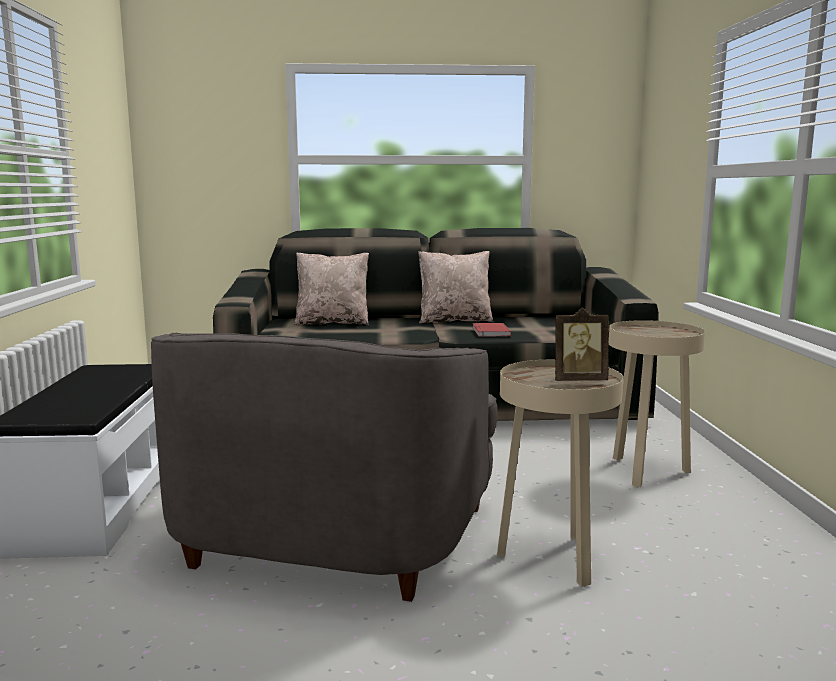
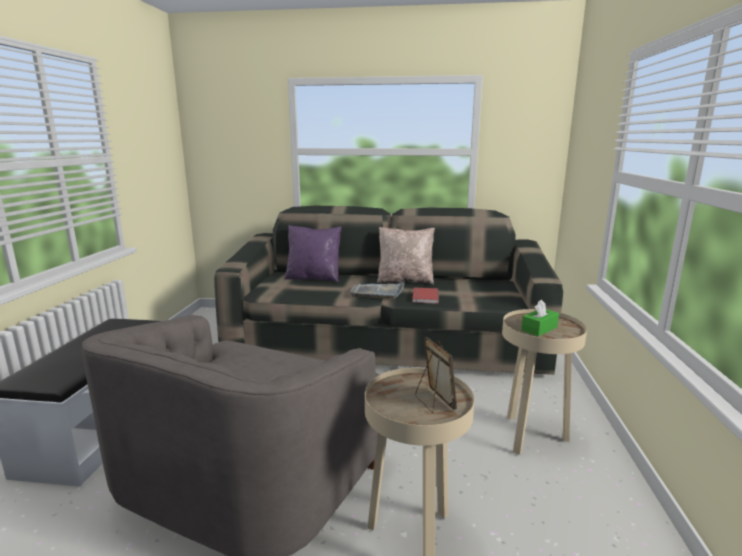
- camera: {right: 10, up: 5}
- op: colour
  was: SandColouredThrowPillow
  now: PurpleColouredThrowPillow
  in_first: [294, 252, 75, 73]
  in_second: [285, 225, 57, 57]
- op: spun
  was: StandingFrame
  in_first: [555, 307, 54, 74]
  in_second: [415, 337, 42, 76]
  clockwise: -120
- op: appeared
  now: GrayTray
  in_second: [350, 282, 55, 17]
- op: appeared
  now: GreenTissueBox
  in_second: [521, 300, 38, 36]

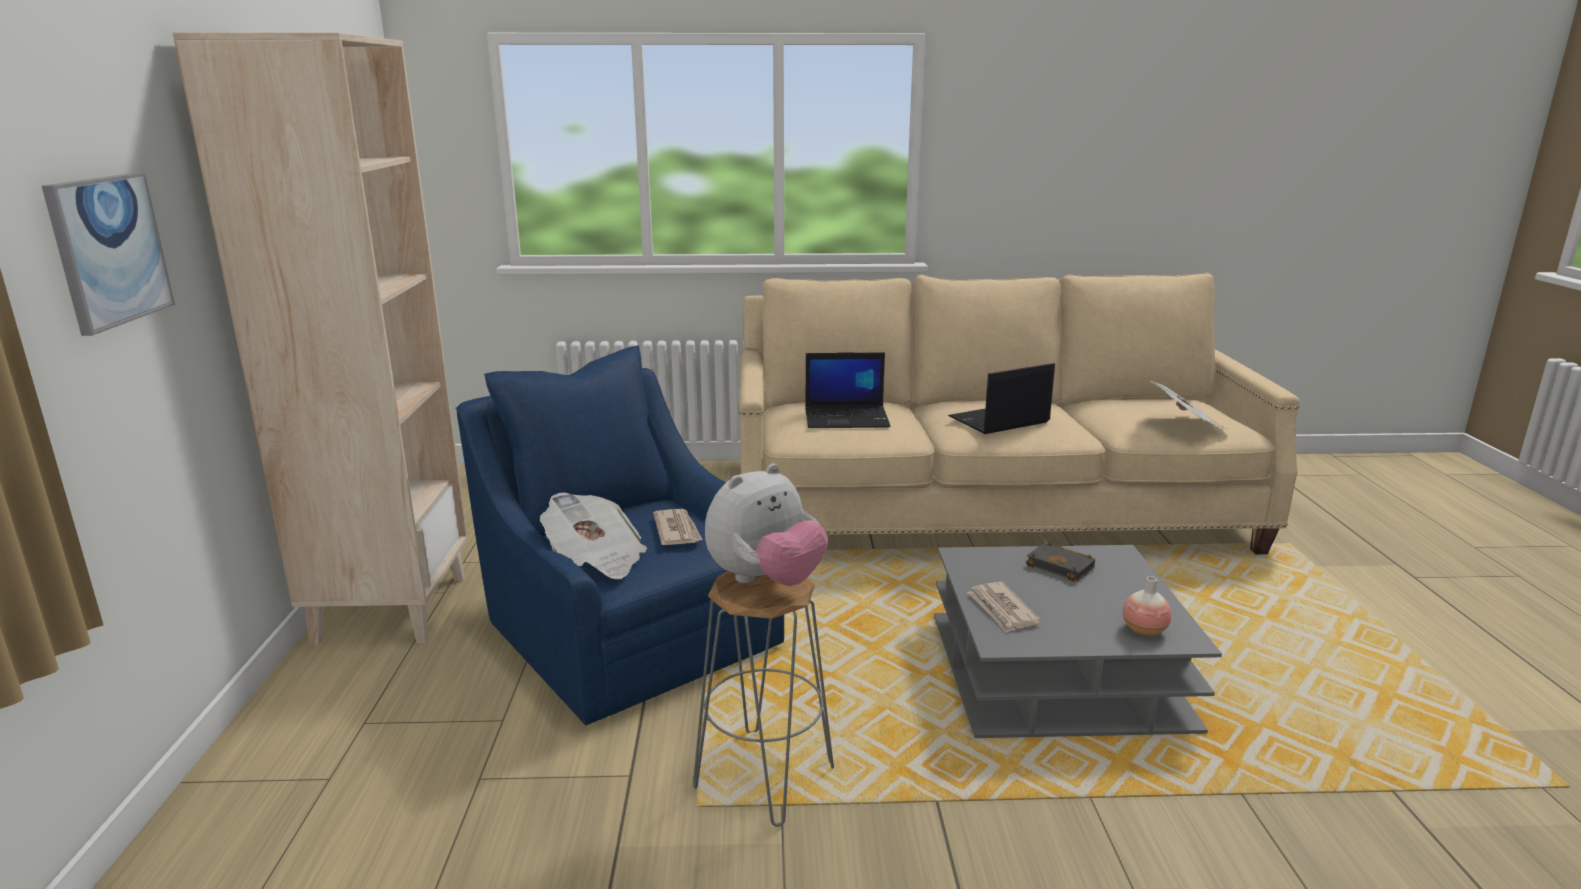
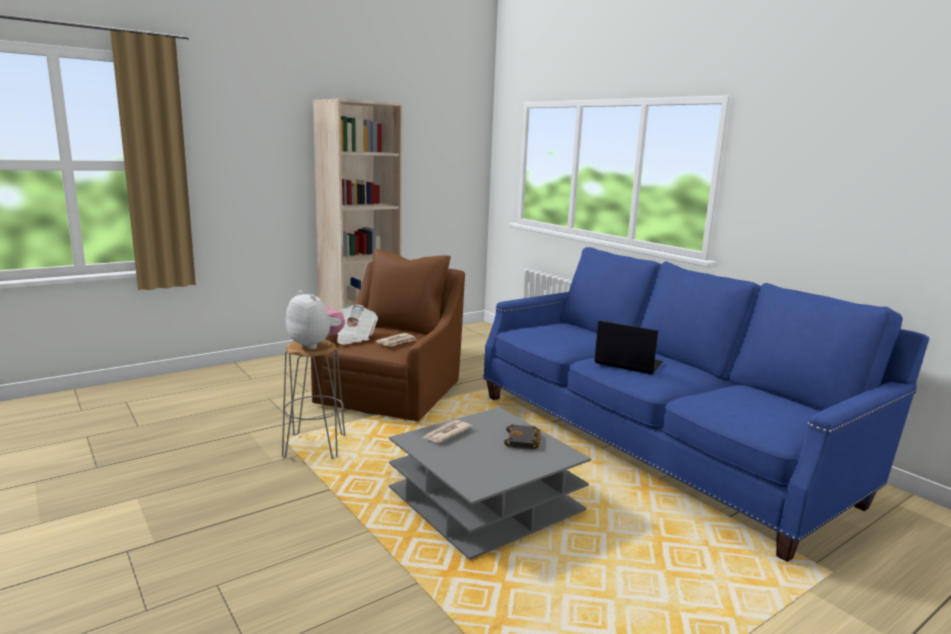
- camera: {right: 55, up: -5}
- op: missing
  was: WallArt
  in_first: [42, 173, 133, 163]
- op: colour
  was: BluishEasyChair
  now: BrownishEasyChair
  in_first: [456, 345, 328, 381]
  in_second: [311, 249, 154, 172]
- op: spun
  was: CuddlyToy
  in_first: [705, 463, 123, 123]
  in_second: [286, 290, 59, 59]
  clockwise: -150
- op: colour
  was: SandColouredSofa
  now: BluishSofa
  in_first: [738, 272, 562, 282]
  in_second: [483, 247, 446, 315]
- op: missing
  was: Laptop
  in_first: [805, 352, 85, 76]
- op: missing
  was: DecorativeVase
  in_first: [1123, 576, 48, 60]
- op: missing
  was: DailyPaper
  in_first: [1148, 380, 79, 49]

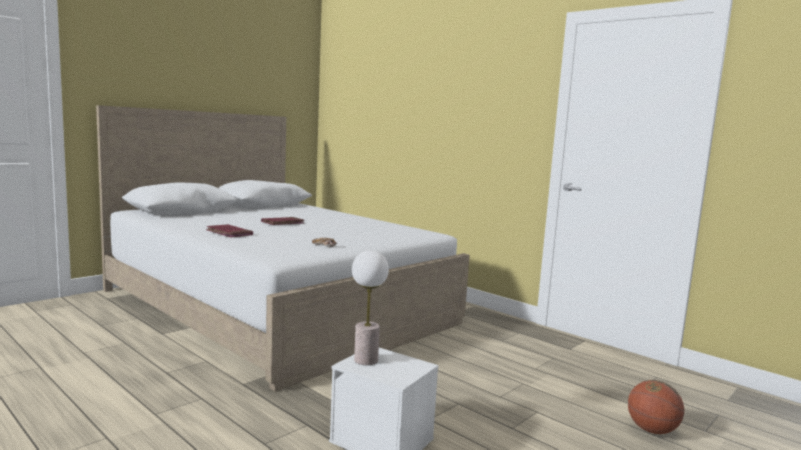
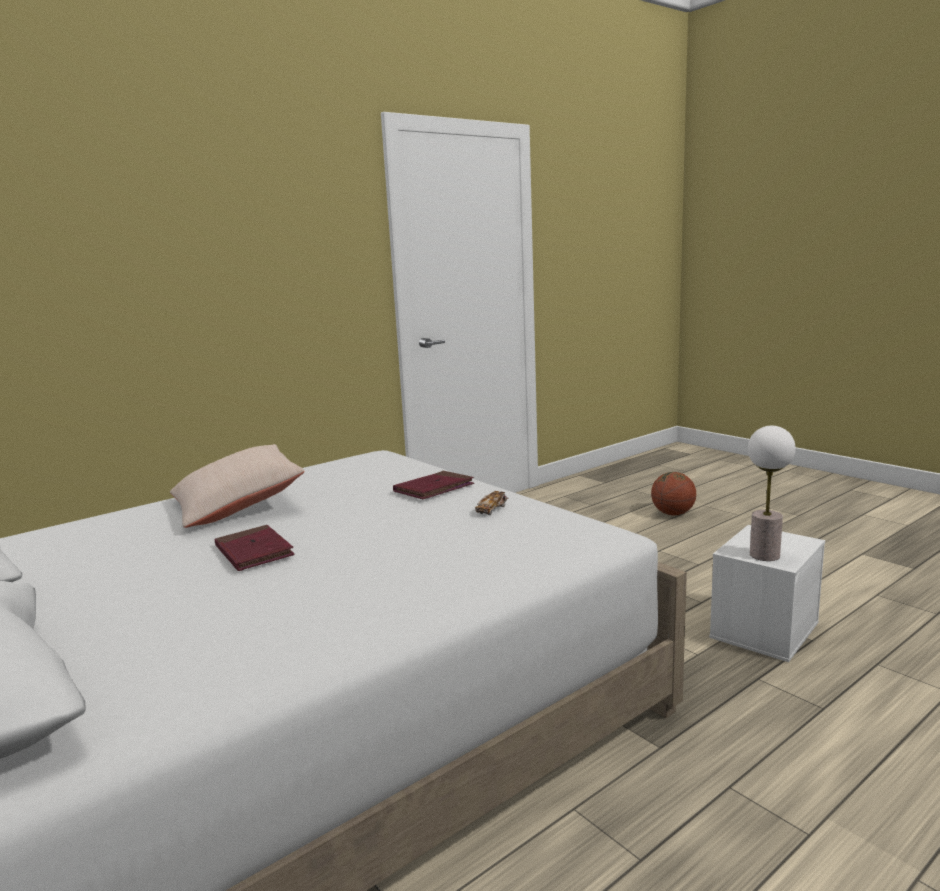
- camera: {right: -80, up: 5}
- op: relocated
  was: RedBoundBook
  in_first: [206, 224, 47, 14]
  in_second: [393, 471, 81, 28]
- op: appeared
  now: SandColouredThrowPillow
  in_second: [170, 444, 135, 84]

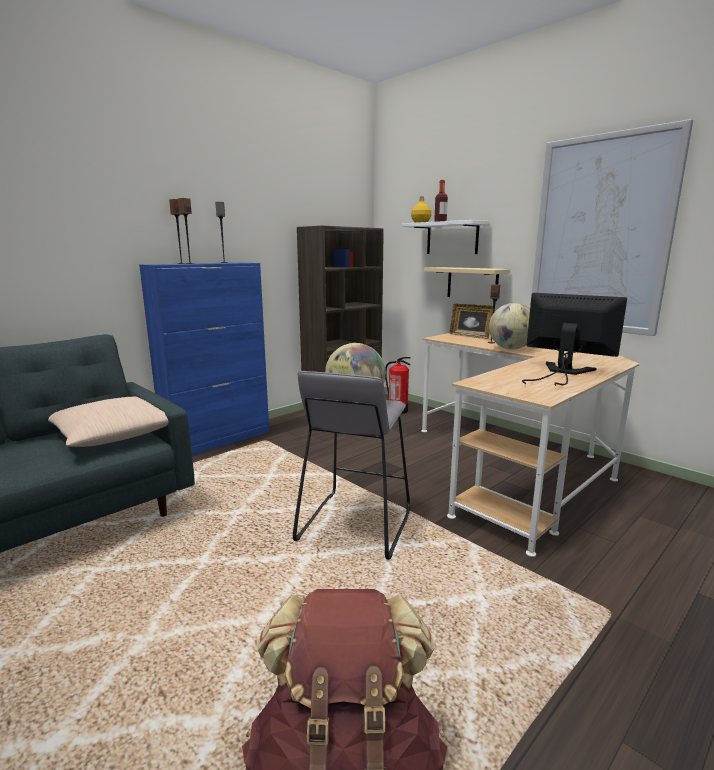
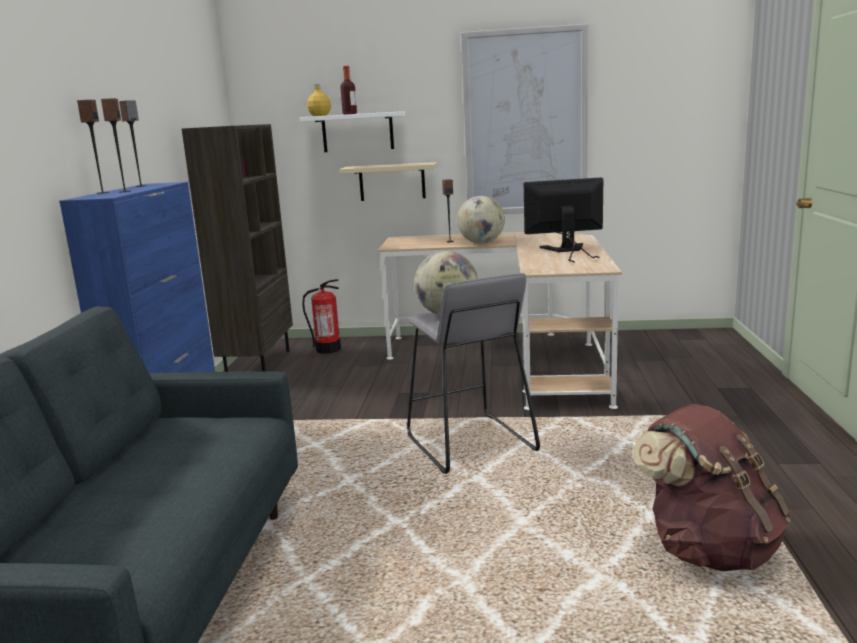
- camera: {right: -40, up: 0}
- op: missing
  was: SandColouredThrowPillow
  in_first: [48, 397, 121, 50]
- op: missing
  was: StandingFrame
  in_first: [449, 304, 44, 35]

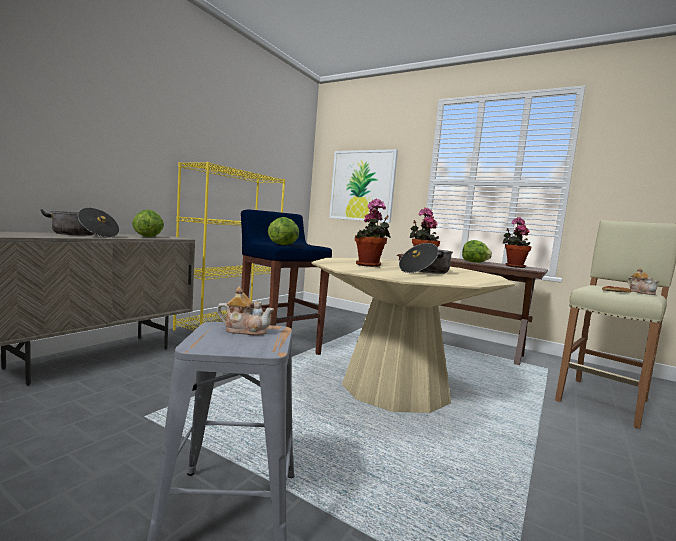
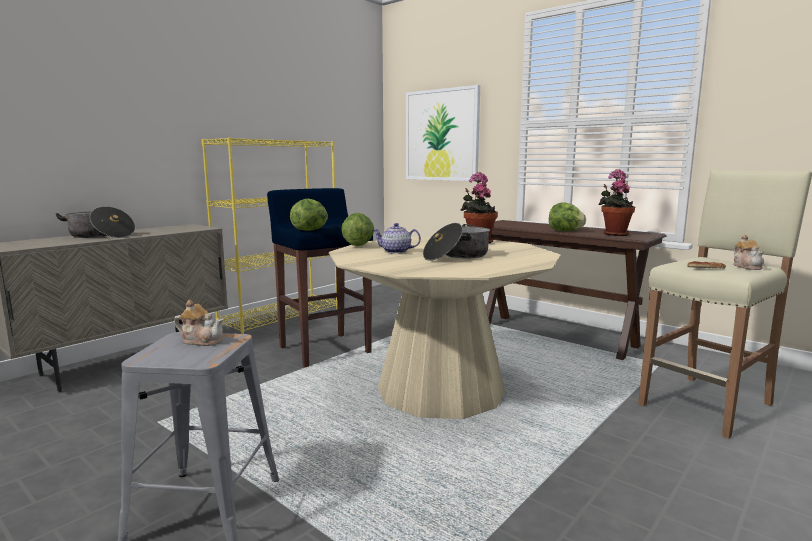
- camera: {right: 10, up: 5}
- op: relocated
  was: Lettuce
  in_first: [132, 210, 32, 27]
  in_second: [341, 212, 33, 34]
- op: exchanged
  was: PottedPlant
  now: TeaPot
  in_first: [355, 199, 36, 68]
  in_second: [373, 223, 48, 31]

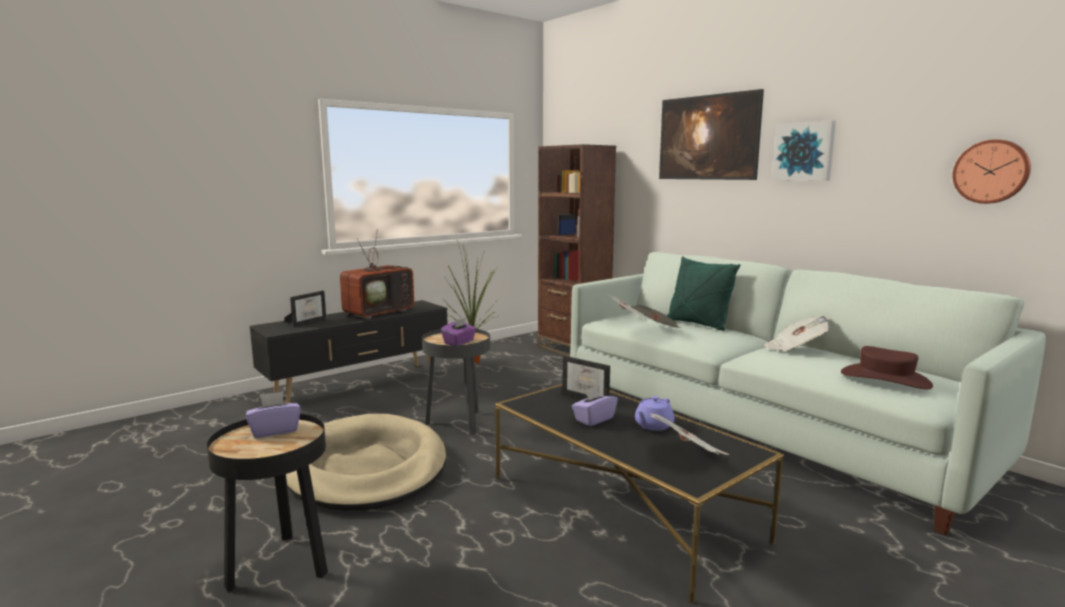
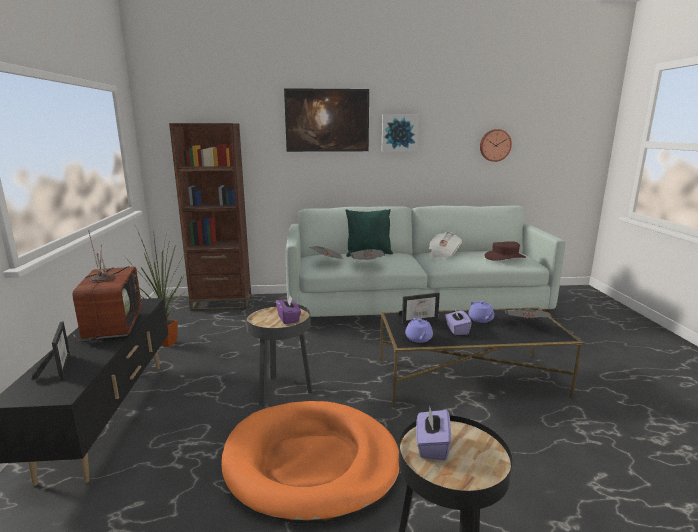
- camera: {right: -55, up: 5}
- op: colour
  was: SandColouredPetBed
  now: OrangePetBed
  in_first: [286, 414, 160, 97]
  in_second: [221, 401, 179, 122]
- op: appeared
  now: PurpleColouredTeaPot
  in_second: [405, 318, 28, 25]

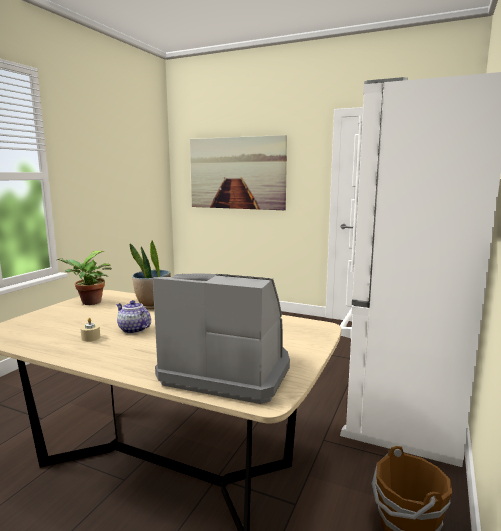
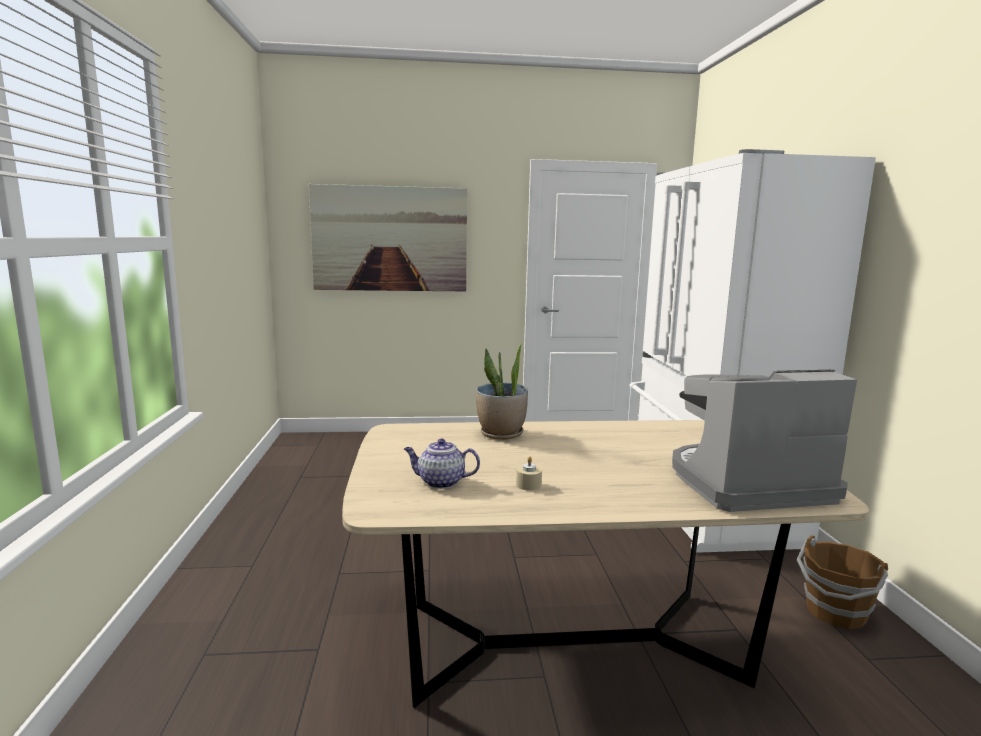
- camera: {right: -30, up: 0}
- op: missing
  was: PottedPlant
  in_first: [57, 251, 55, 54]
- op: relocated
  was: TeaPot
  in_first: [116, 300, 35, 34]
  in_second: [404, 439, 76, 50]

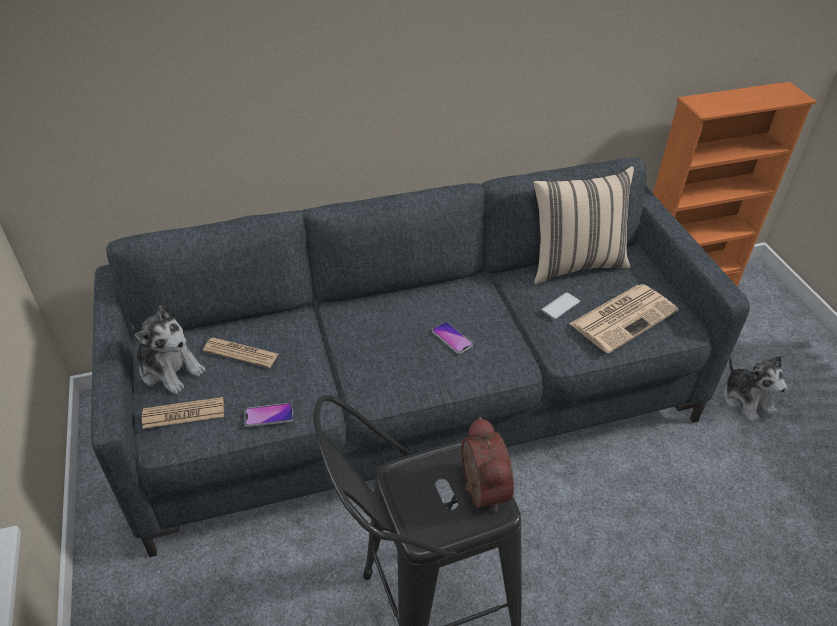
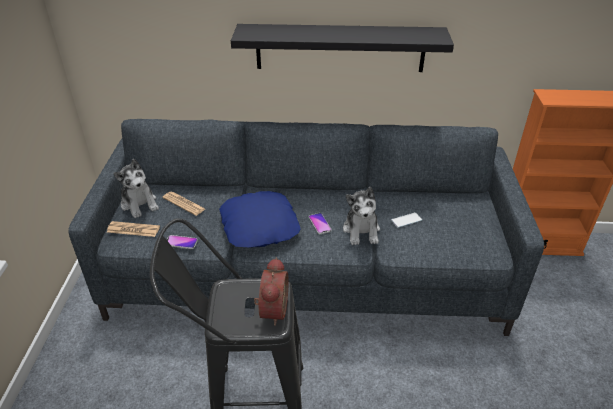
- camera: {right: 20, up: -5}
- op: missing
  was: SandColouredThrowPillow
  in_first: [533, 166, 101, 119]
- op: missing
  was: DailyPaper
  in_first: [569, 284, 109, 69]
- op: relocated
  was: CuddlyToy
  in_first: [724, 355, 63, 68]
  in_second: [343, 187, 37, 58]
- op: appeared
  now: BluishThrowPillow
  in_second: [219, 191, 81, 56]
- op: appeared
  now: BlackishShelf
  in_second: [231, 24, 223, 48]

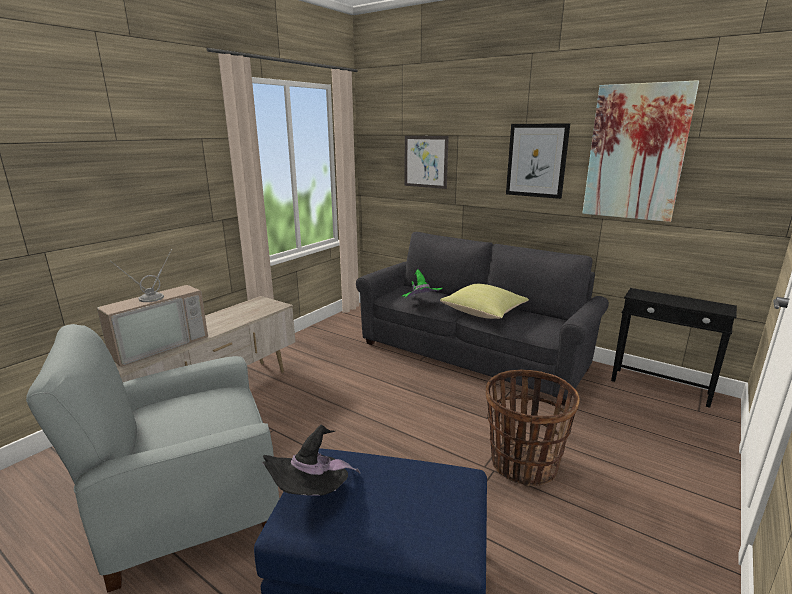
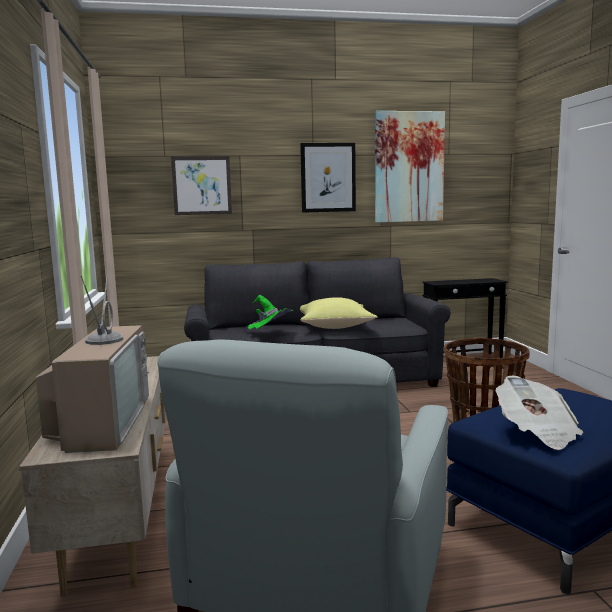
- camera: {right: -45, up: -10}
- op: exchanged
  was: BlackishWearableHat
  now: DailyPaper
  in_first: [262, 425, 98, 71]
  in_second: [495, 376, 88, 74]

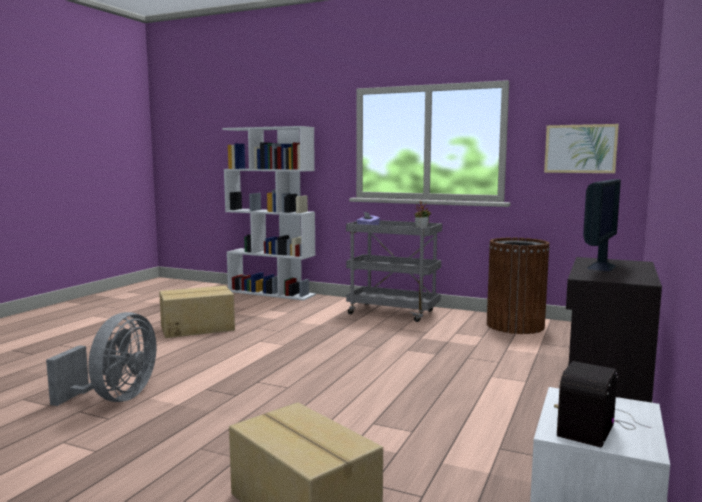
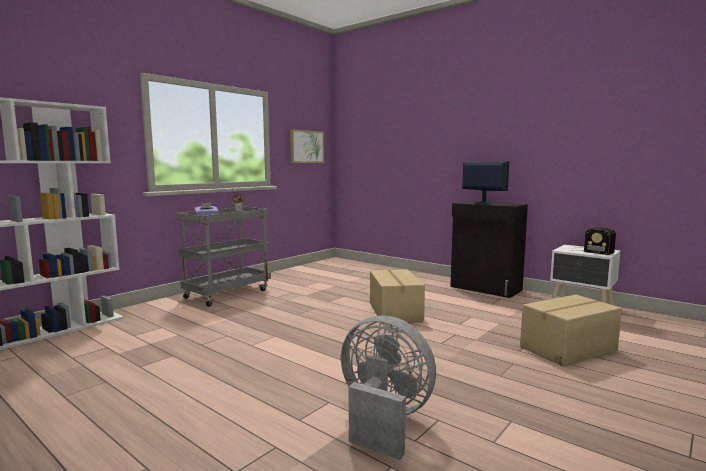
- camera: {right: -75, up: 0}
- op: relocated
  was: PackingBox
  in_first: [159, 285, 76, 53]
  in_second: [370, 269, 55, 55]
- op: missing
  was: BrownishWasteBin
  in_first: [487, 238, 63, 96]

